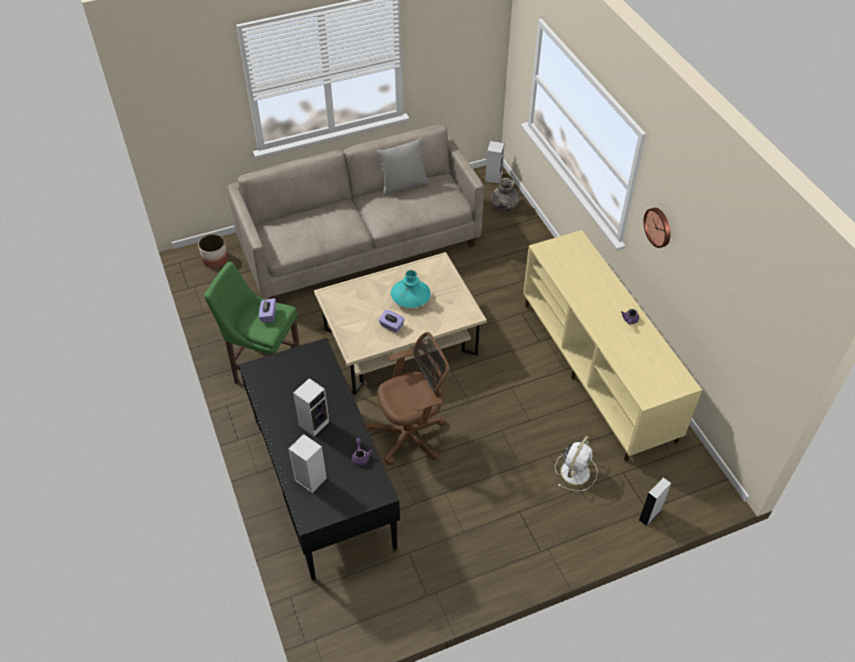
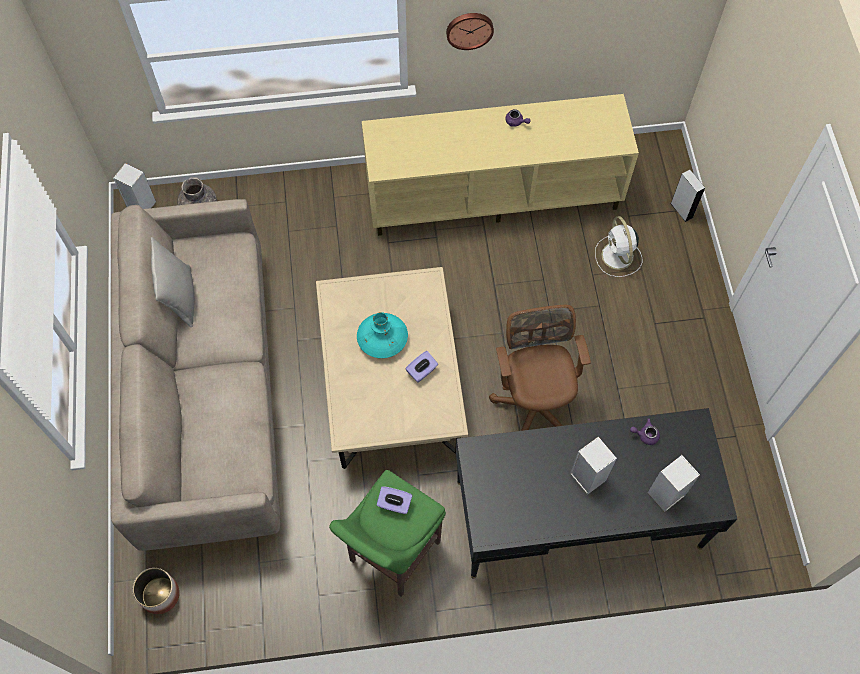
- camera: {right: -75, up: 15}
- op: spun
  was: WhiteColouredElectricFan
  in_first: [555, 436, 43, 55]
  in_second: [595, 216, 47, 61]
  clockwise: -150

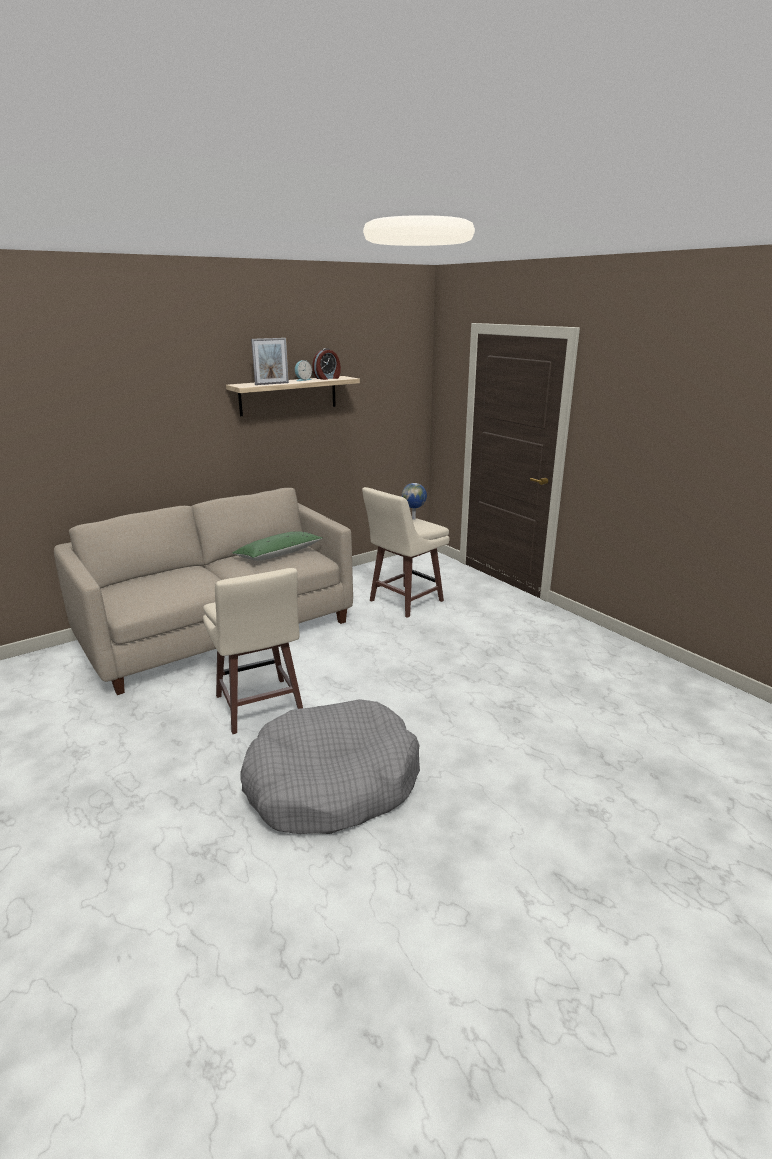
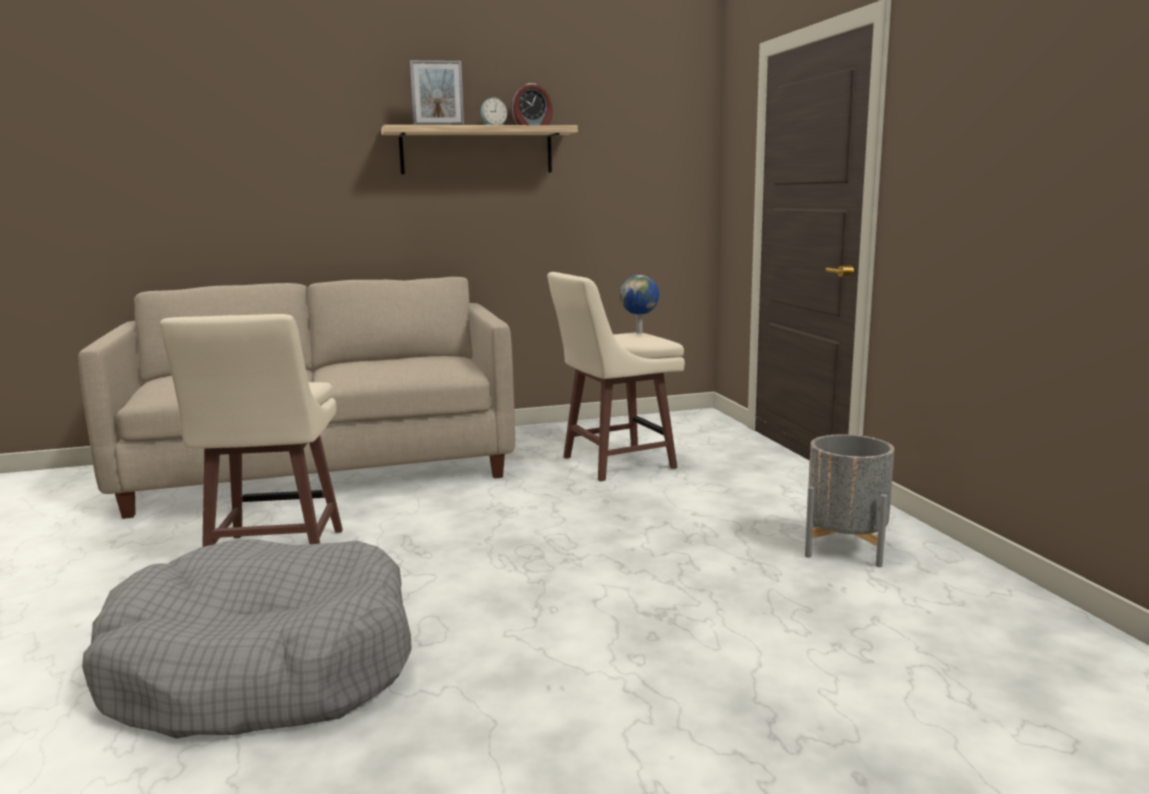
- camera: {right: 20, up: -10}
- op: missing
  was: GreenThrowPillow
  in_first: [232, 531, 91, 30]
- op: appeared
  now: GrayFlowerPot
  in_second: [805, 434, 89, 133]

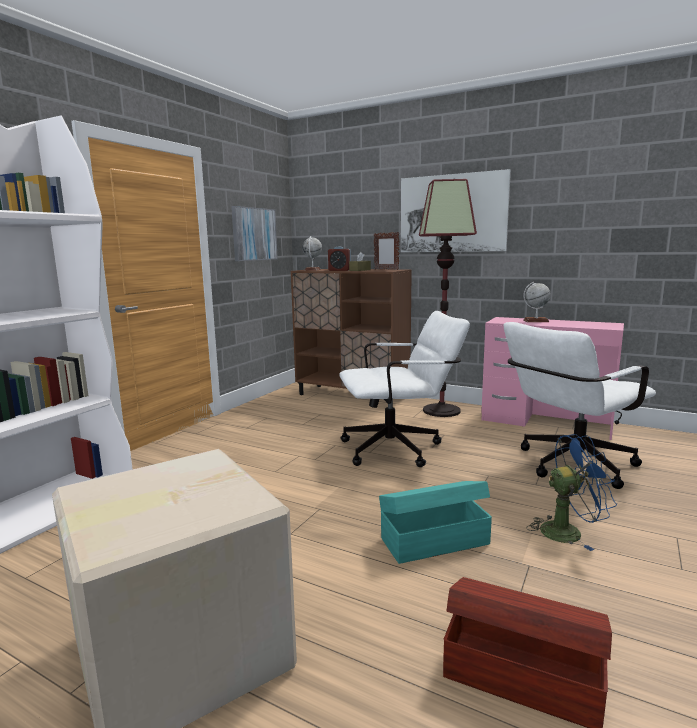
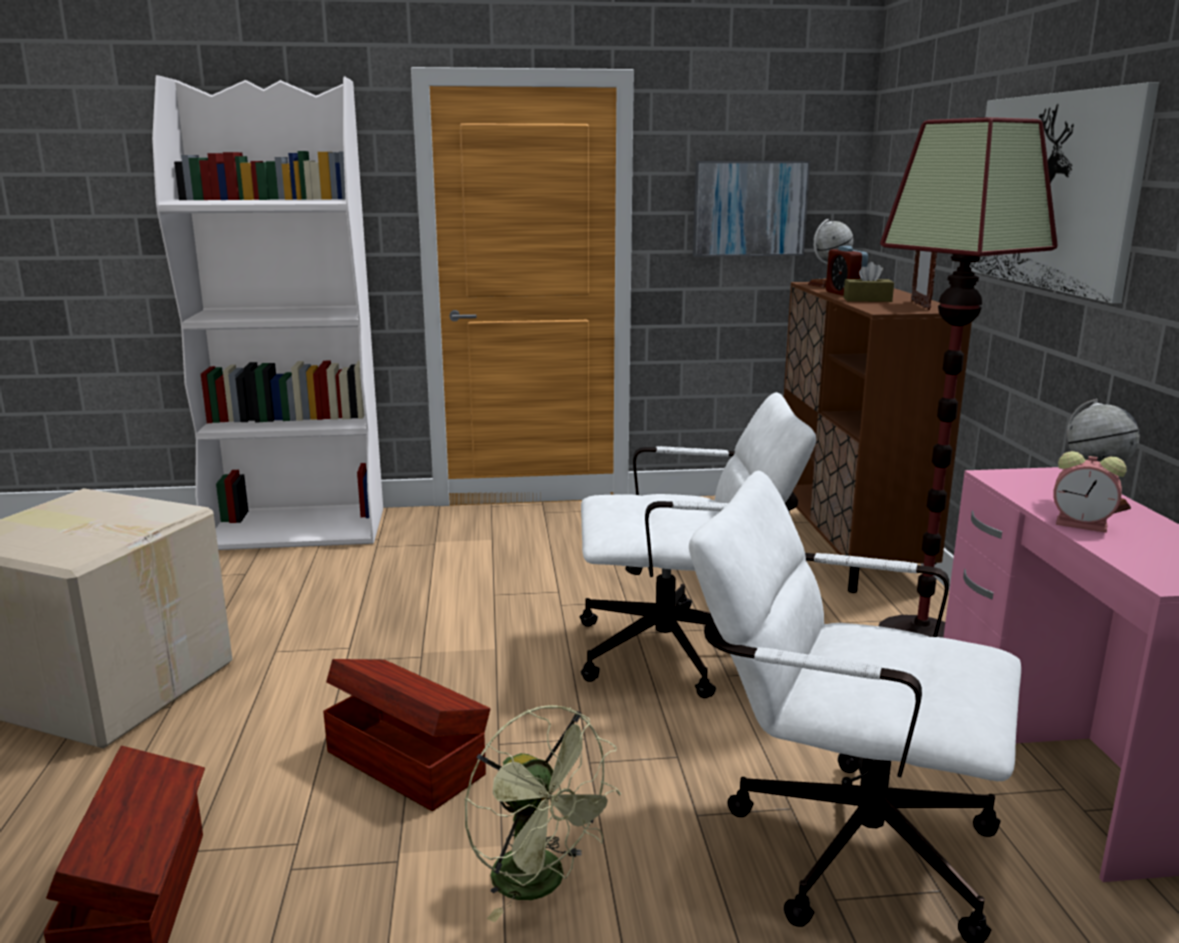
- camera: {right: 55, up: 5}
- op: spun
  was: WhiteColouredOfficeChair
  in_first: [339, 311, 131, 156]
  in_second: [580, 392, 236, 306]
  clockwise: -45
- op: colour
  was: TurquoiseStorageBin
  now: BrownishStorageBin
  in_first: [379, 481, 113, 83]
  in_second: [323, 659, 167, 152]
- op: colour
  was: BluishElectricFan
  now: GreenElectricFan
  in_first: [526, 434, 91, 117]
  in_second: [464, 705, 157, 217]
- op: appeared
  now: AlarmClock
  in_second: [1053, 451, 73, 82]

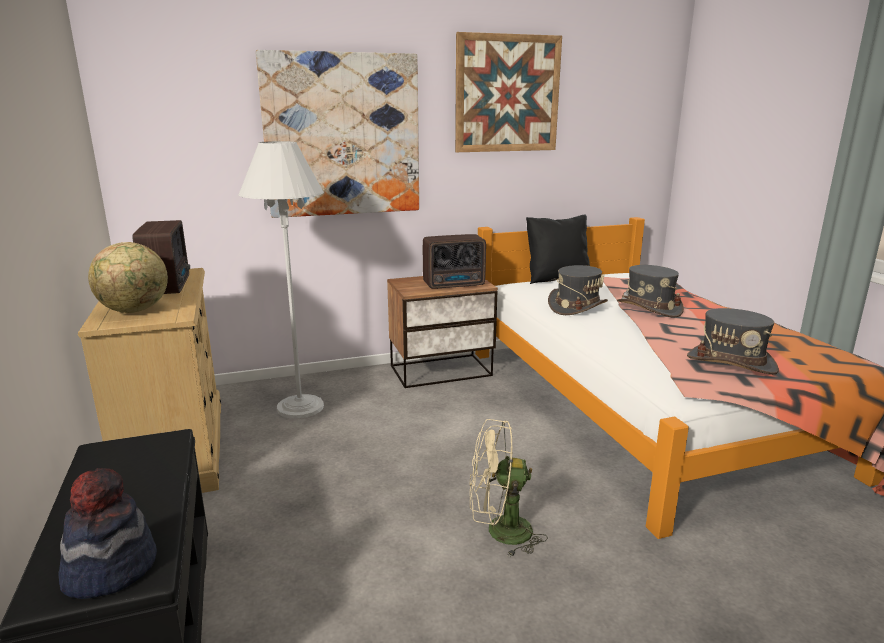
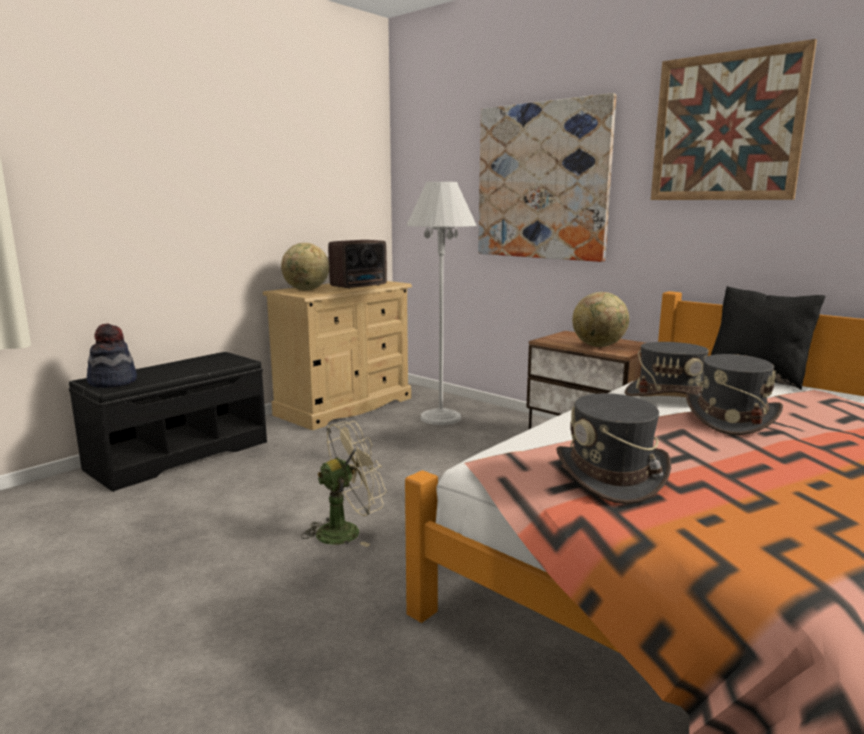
- camera: {right: 60, up: -5}
- op: exchanged
  was: RadioReceiver
  now: WorldGlobe
  in_first: [423, 234, 63, 55]
  in_second: [572, 292, 57, 55]
- op: spun
  was: SandColouredElectricFan
  in_first: [470, 419, 78, 138]
  in_second: [301, 421, 86, 126]
  clockwise: 90

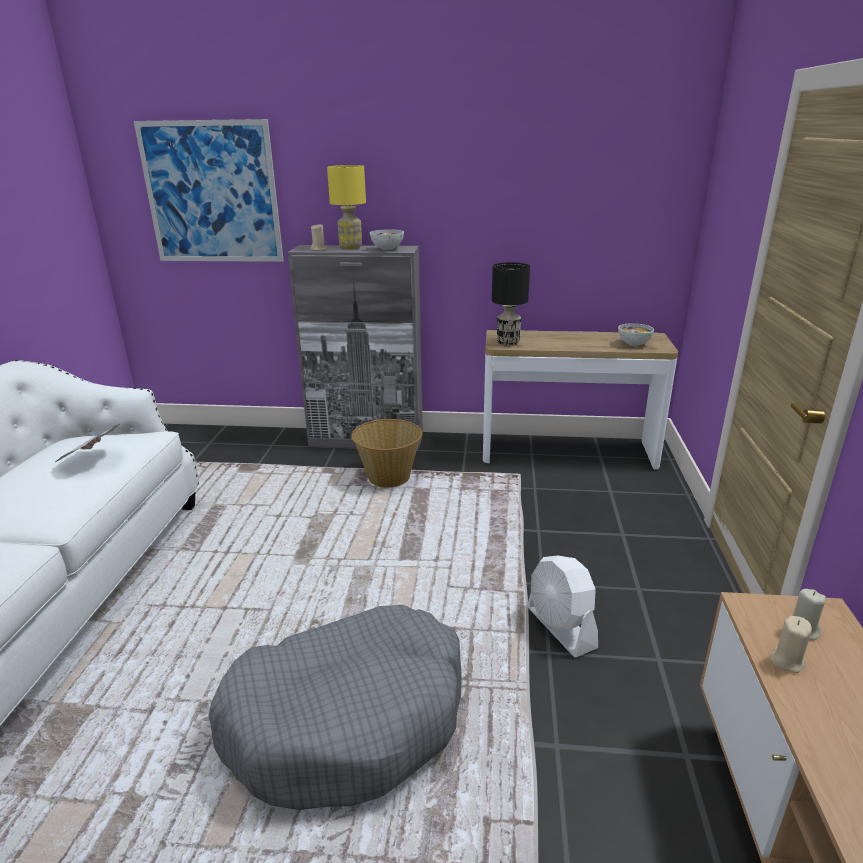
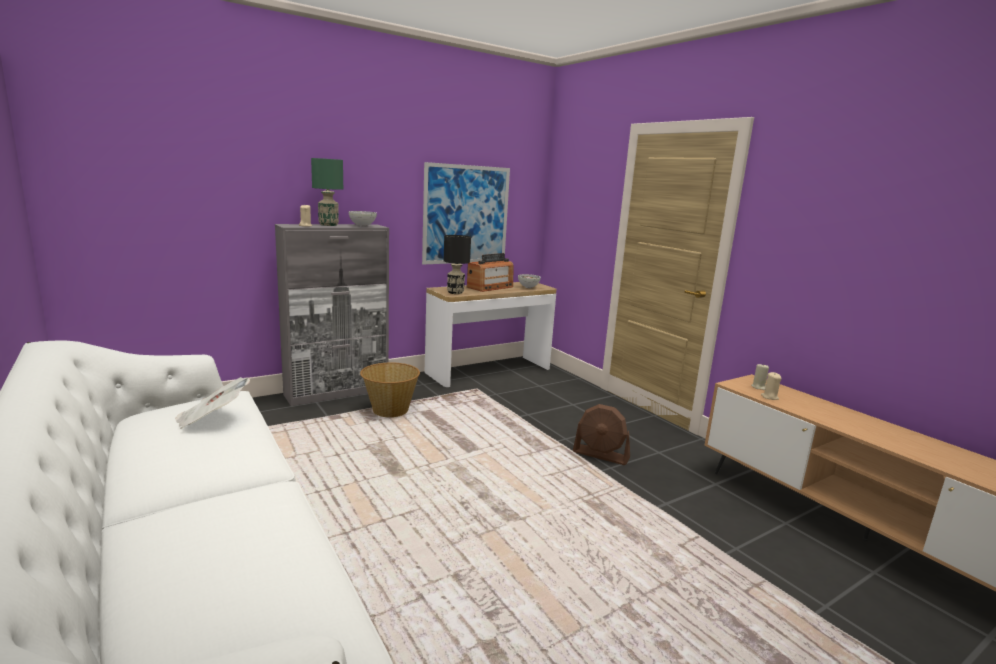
- camera: {right: -40, up: -10}
- op: relocated
  was: WallArt
  in_first: [134, 119, 150, 143]
  in_second: [422, 162, 88, 103]
- op: missing
  was: GrayPetBed
  in_first: [209, 605, 253, 205]
- op: colour
  was: YellowTabletopLamp
  now: GreenTabletopLamp
  in_first: [327, 165, 39, 84]
  in_second: [311, 158, 32, 68]
- op: colour
  was: WhiteColouredElectricFan
  now: BrownishElectricFan
  in_first: [527, 556, 71, 101]
  in_second: [573, 404, 57, 61]
- op: appeared
  now: RadioReceiver
  in_second: [467, 253, 47, 39]

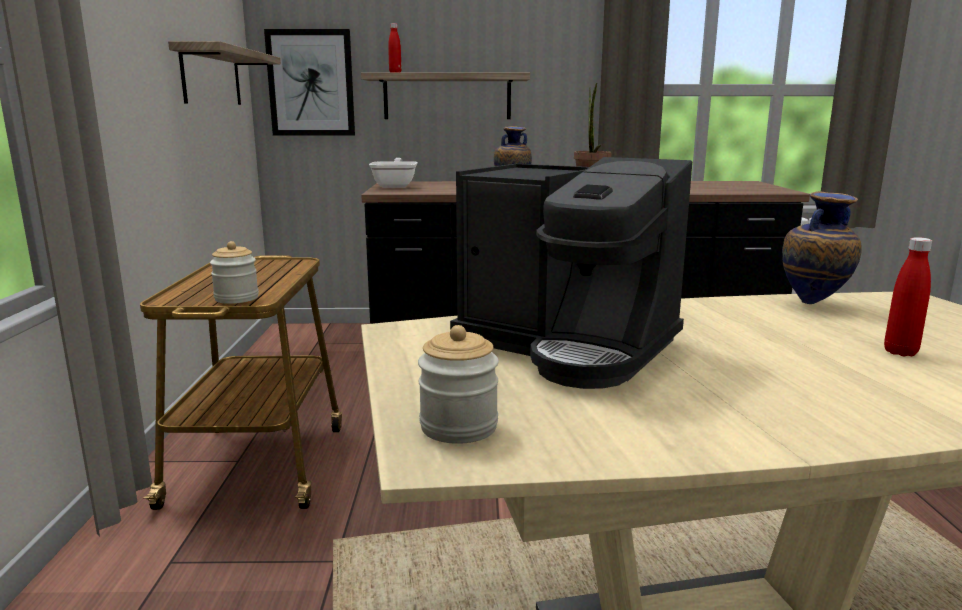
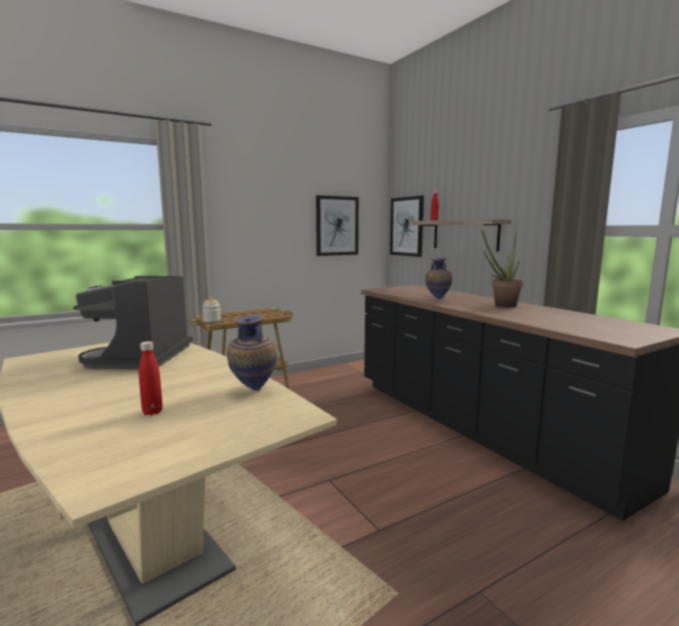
- camera: {right: 60, up: -5}
- op: exchanged
  was: Shelf
  now: WallArt
  in_first: [168, 41, 113, 64]
  in_second: [316, 195, 43, 61]
- op: missing
  was: Skillet
  in_first: [369, 158, 49, 30]
- op: missing
  was: Jar
  in_first: [418, 325, 81, 119]

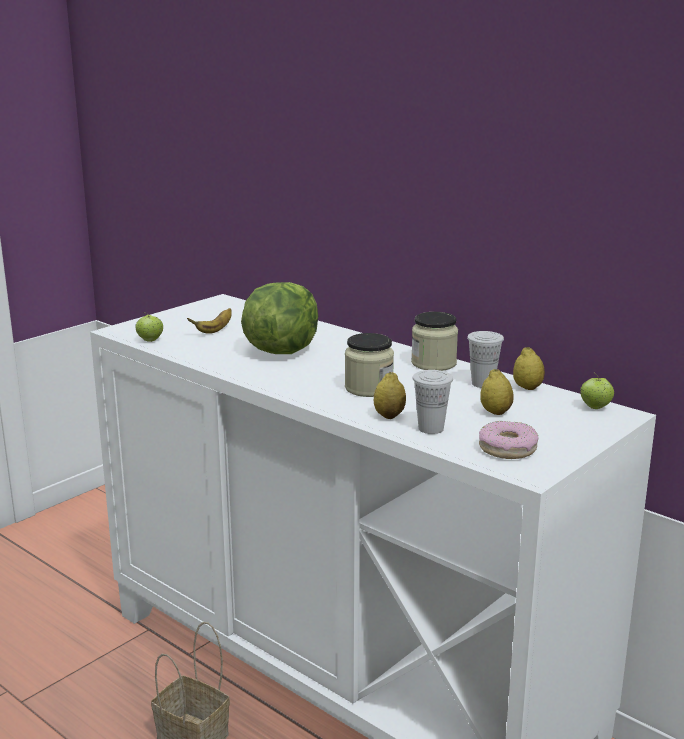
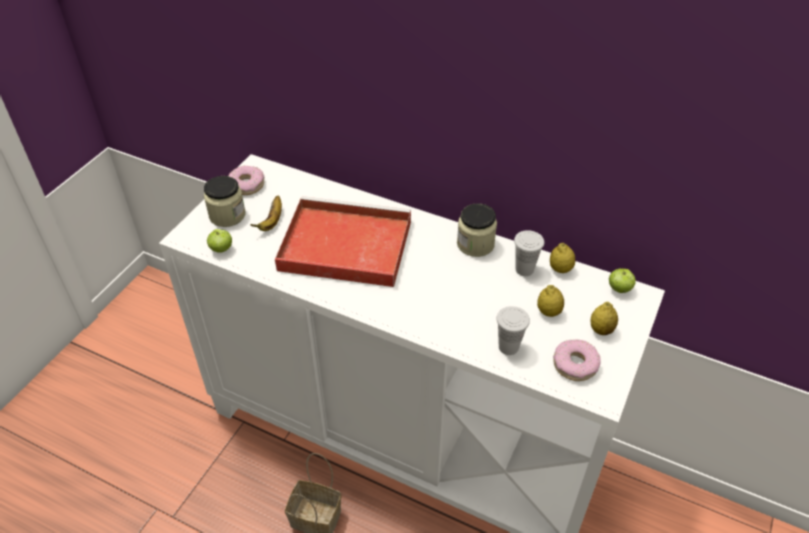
- camera: {right: -15, up: 25}
- op: exchanged
  was: Lettuce
  now: RedTray
  in_first: [241, 282, 77, 72]
  in_second: [275, 196, 136, 91]
- op: relocated
  was: Jar
  in_first: [345, 333, 49, 64]
  in_second: [204, 176, 42, 51]
- op: relocated
  was: CitrusFruit
  in_first: [374, 372, 32, 47]
  in_second: [591, 302, 27, 33]
- op: appeared
  now: Doughnut
  in_second: [228, 166, 37, 29]

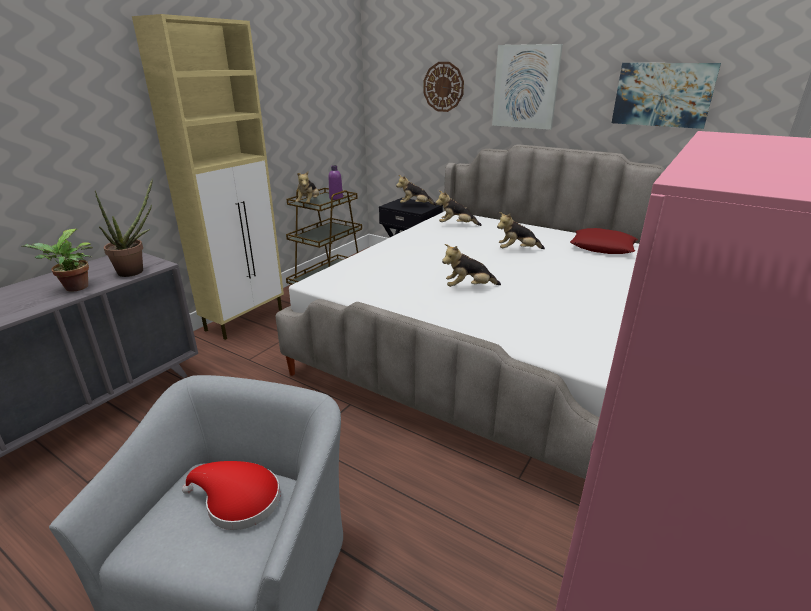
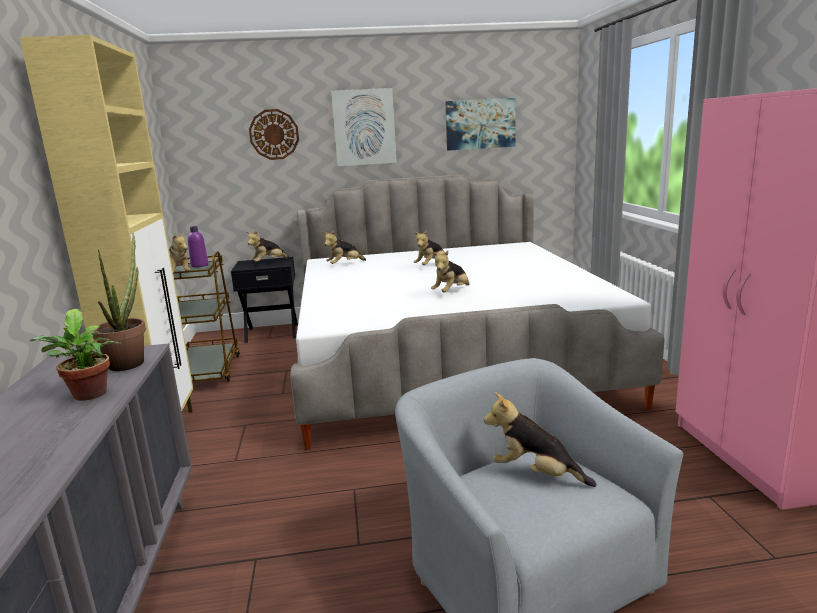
- camera: {right: -40, up: -10}
- op: exchanged
  was: RedWearableHat
  now: CuddlyToy
  in_first: [182, 461, 98, 69]
  in_second: [484, 392, 113, 95]
- op: missing
  was: RedThrowPillow
  in_first: [570, 228, 68, 26]

